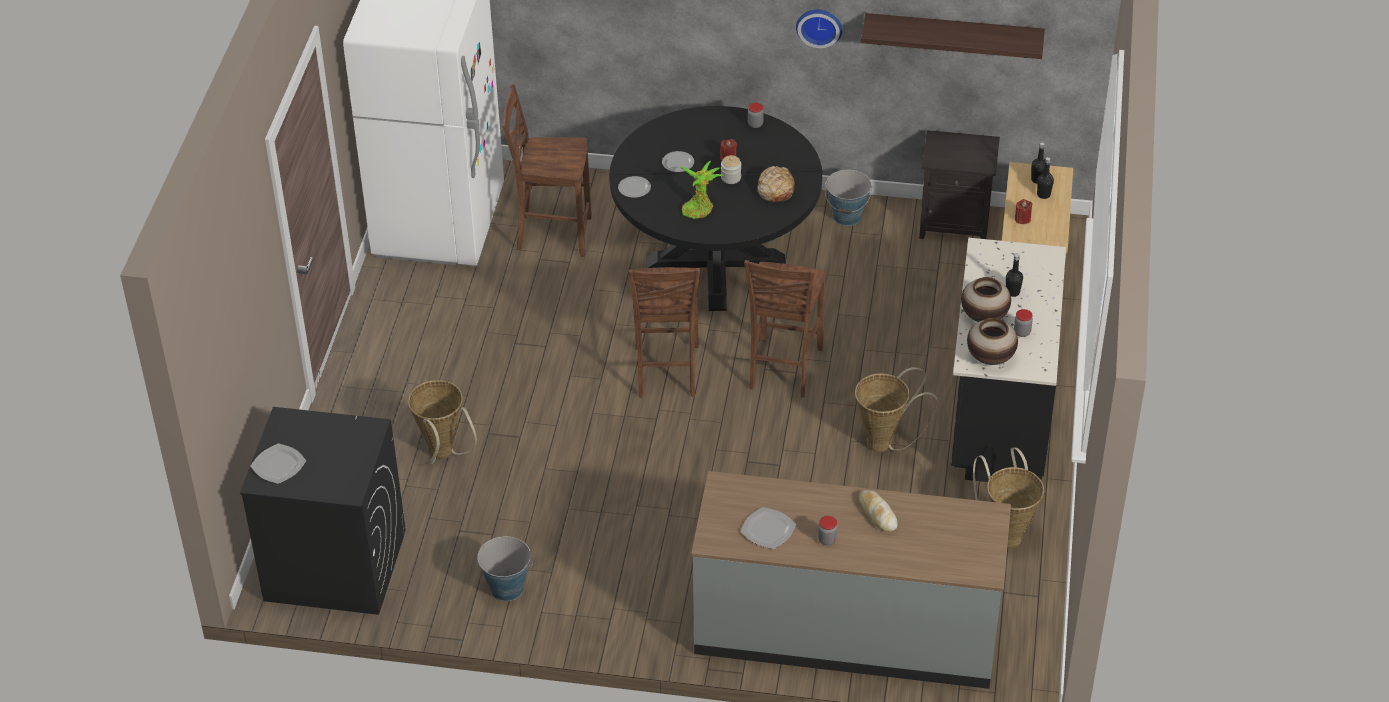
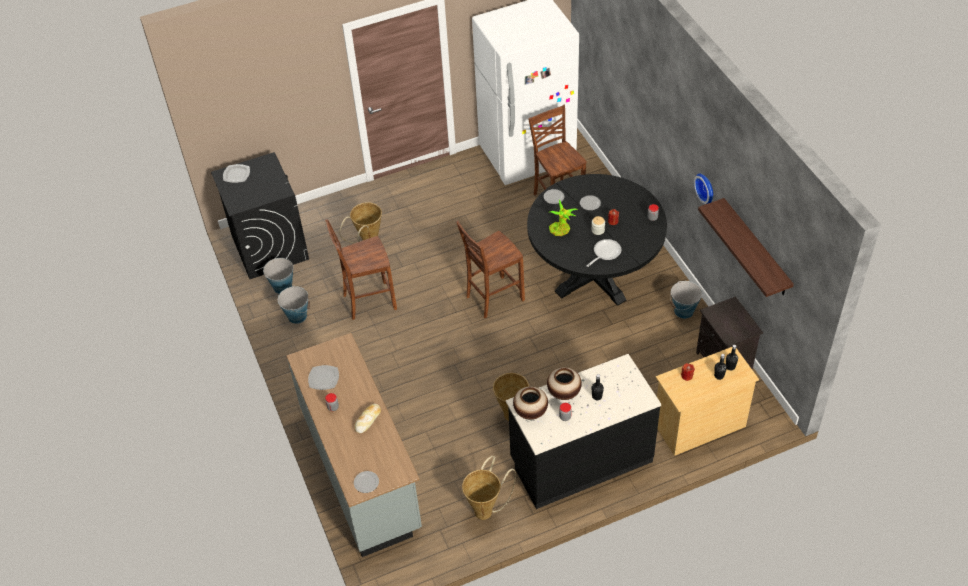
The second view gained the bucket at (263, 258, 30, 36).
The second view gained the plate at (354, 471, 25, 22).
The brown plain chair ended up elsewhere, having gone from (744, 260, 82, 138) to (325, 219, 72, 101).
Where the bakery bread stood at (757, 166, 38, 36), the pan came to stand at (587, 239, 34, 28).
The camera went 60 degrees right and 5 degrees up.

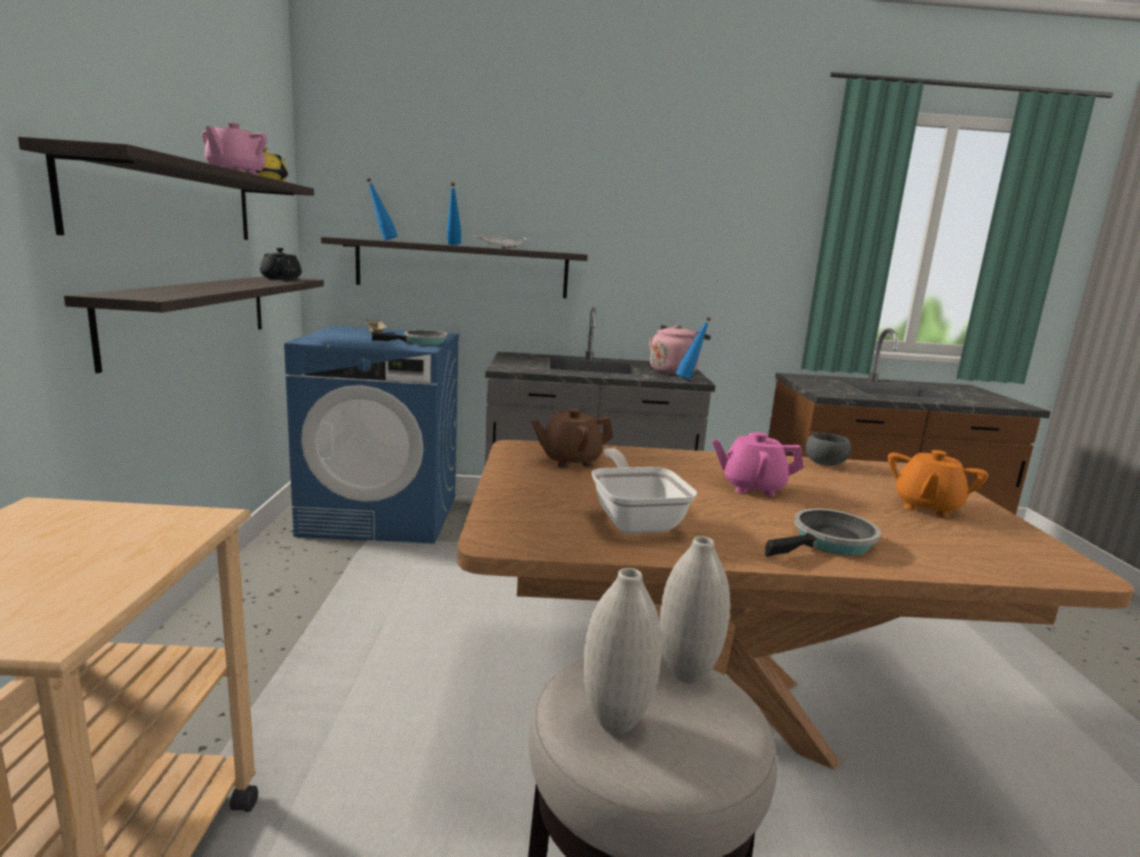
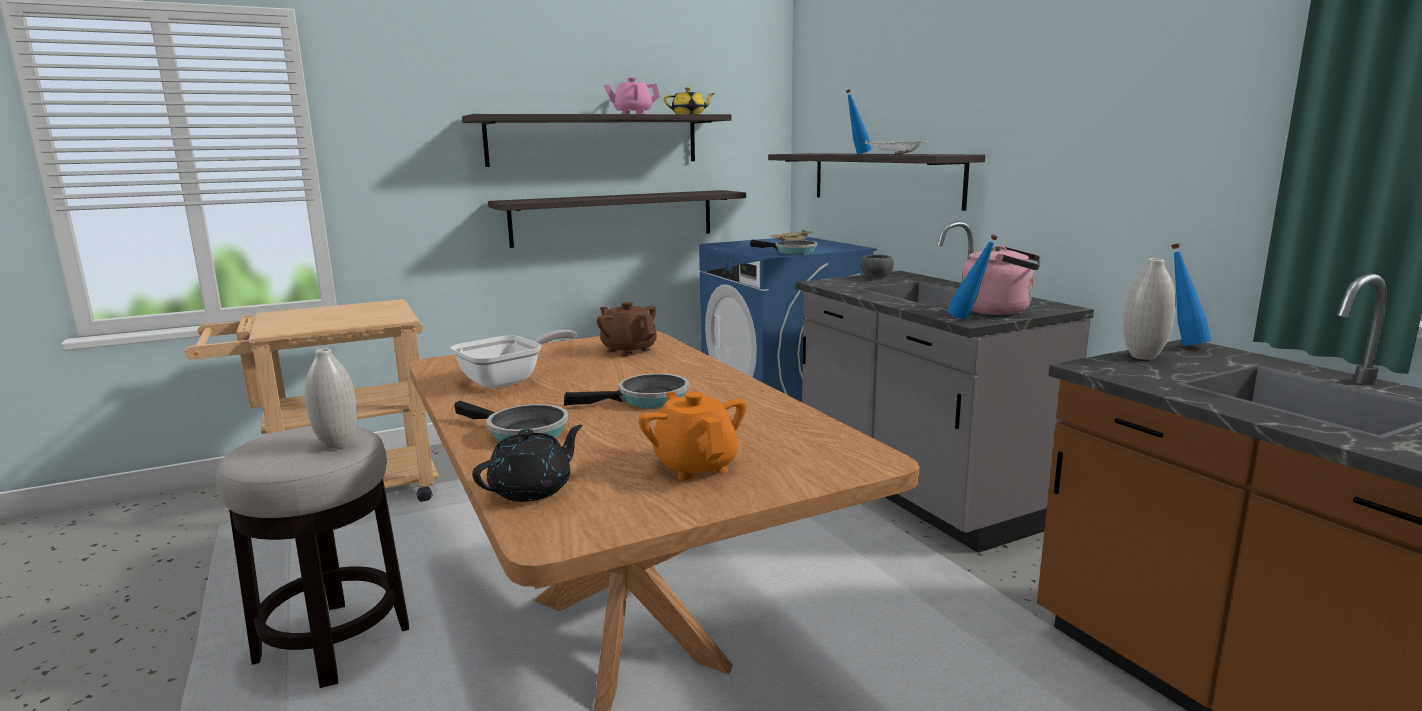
The black-coloured tea pot ended up elsewhere, having gone from (260, 248, 42, 32) to (472, 425, 111, 77).
The blue-coloured bottle ended up elsewhere, having gone from (367, 178, 31, 62) to (1171, 244, 40, 102).
The white-coloured decorative vase ended up elsewhere, having gone from (584, 568, 78, 166) to (1123, 258, 53, 102).
The greyish deep dish ended up elsewhere, having gone from (806, 433, 45, 33) to (860, 255, 34, 23).
Where the pink tea pot stood at (712, 432, 91, 64), the pan came to stand at (564, 373, 125, 35).
The orange tea pot at (888, 450, 100, 68) ended up facing another way, 60 degrees clockwise from before.
The camera went 65 degrees right and 0 degrees up.

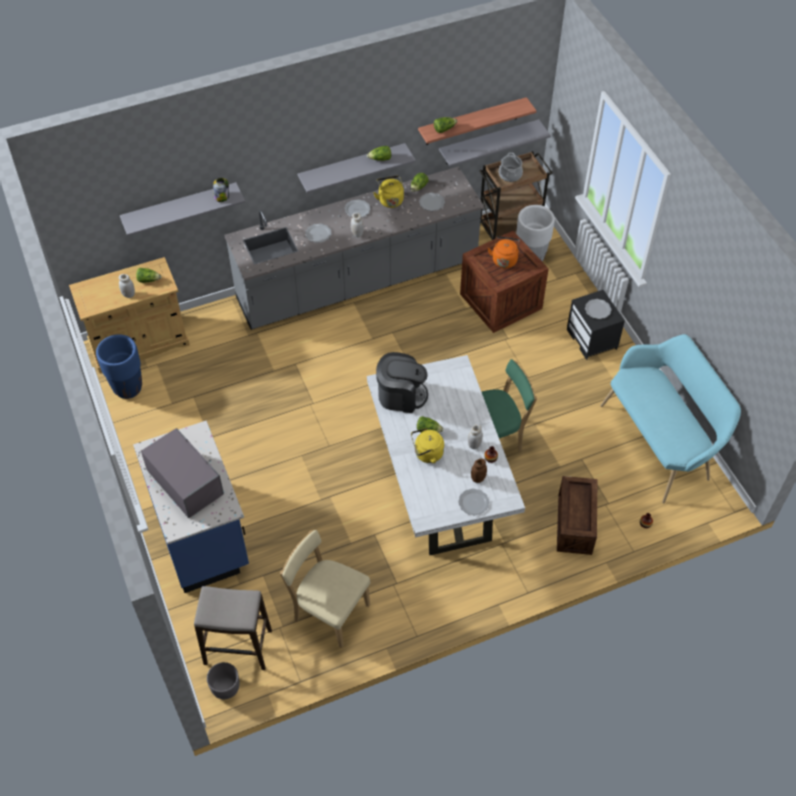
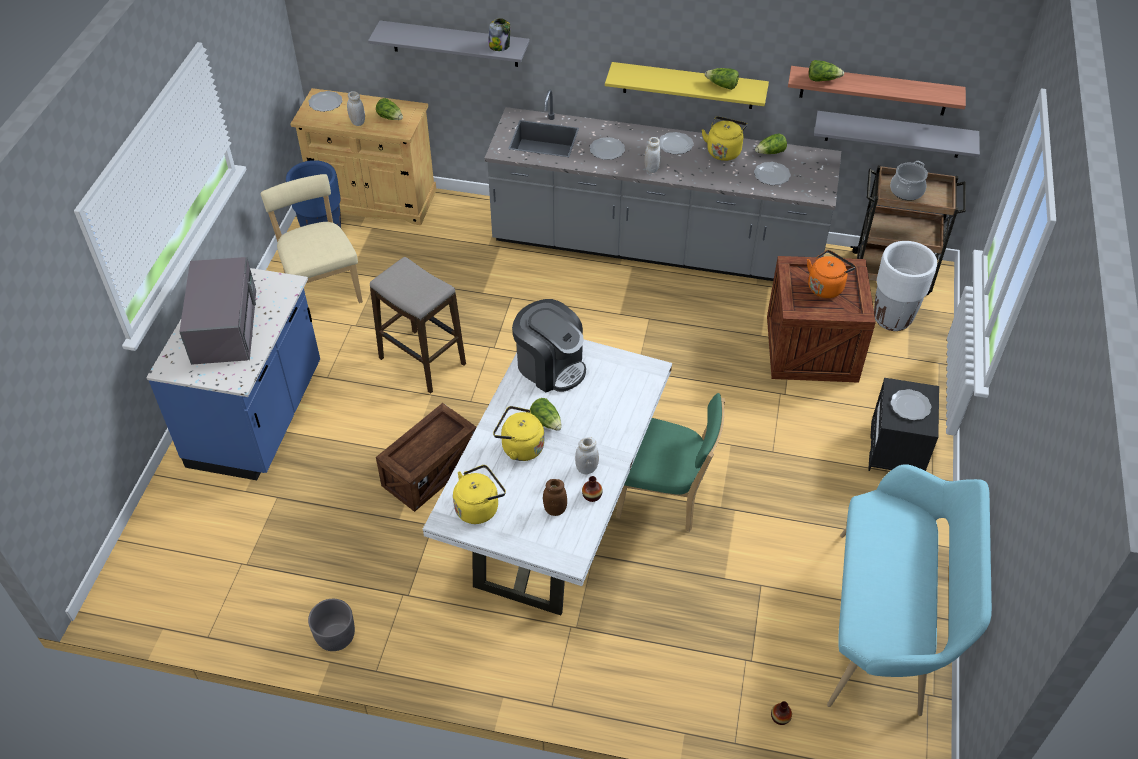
The second view gained the yellow-coloured kettle at (453, 465, 53, 59).
The stool seat ended up elsewhere, having gone from (194, 586, 78, 84) to (370, 257, 96, 137).
The greyish planter ended up elsewhere, having gone from (207, 662, 32, 37) to (308, 599, 47, 52).
The beige plain chair ended up elsewhere, having gone from (280, 530, 91, 118) to (261, 174, 102, 129).
The plate ended up elsewhere, having gone from (458, 489, 31, 26) to (308, 91, 34, 21).
The crate ended up elsewhere, having gone from (557, 476, 41, 79) to (376, 403, 101, 109).
What was the greyish bracket shelf at (298, 143, 118, 50) turned into the yellow-coloured bracket shelf at (605, 62, 164, 47).
The camera went 35 degrees right and 5 degrees down.

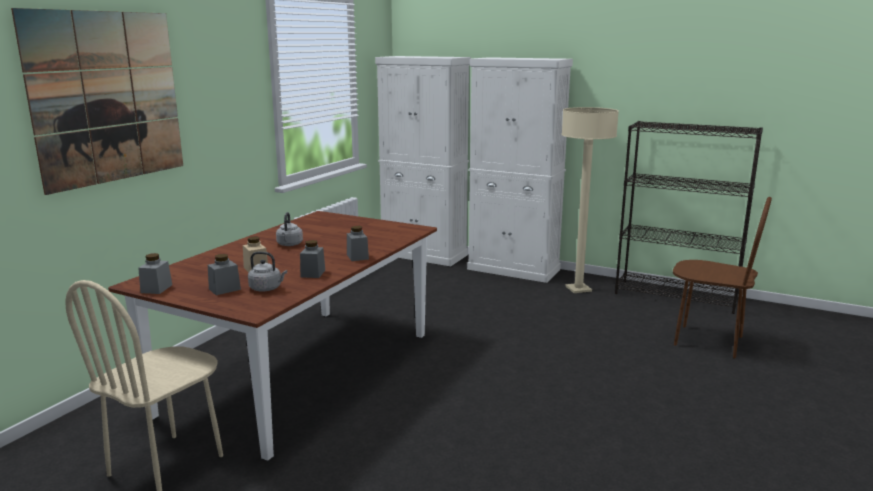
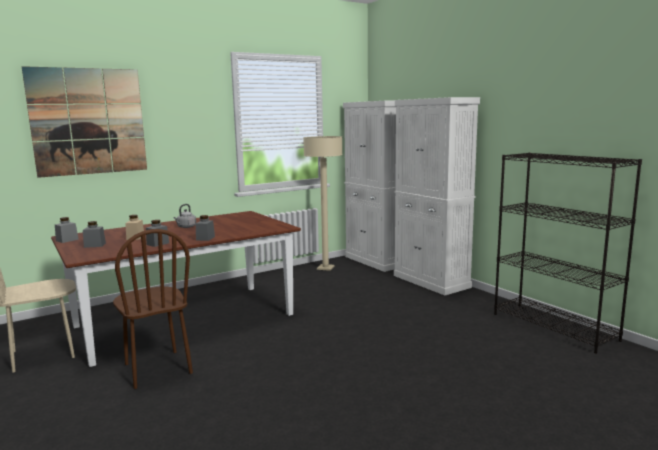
The second view lost the greyish kettle at (248, 252, 39, 39).
The beige floor lamp ended up elsewhere, having gone from (561, 107, 58, 186) to (303, 136, 40, 135).
The brown plain chair ended up elsewhere, having gone from (673, 197, 99, 161) to (113, 229, 80, 160).
The camera went 30 degrees right and 5 degrees down.

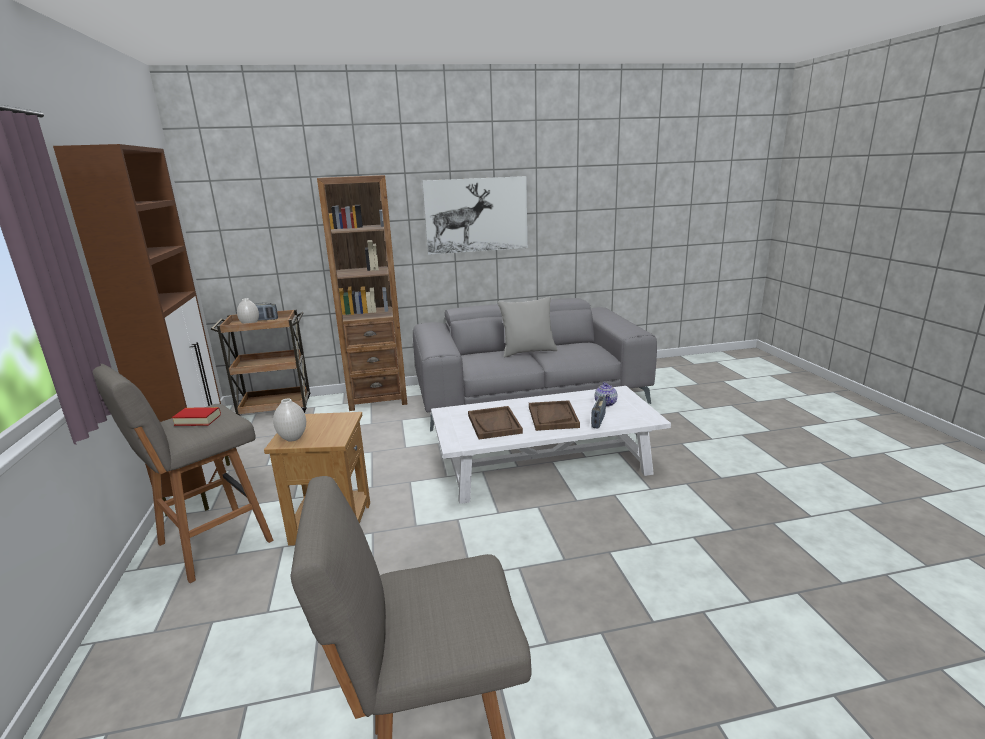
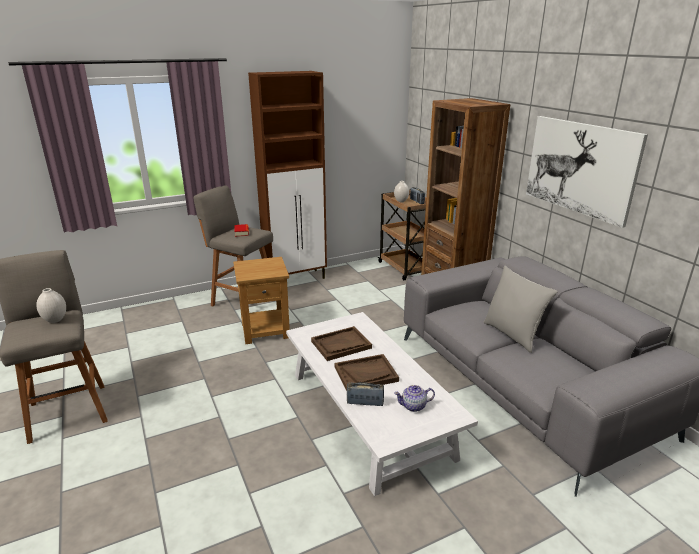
The white-coloured decorative vase ended up elsewhere, having gone from (273, 399, 33, 43) to (36, 288, 30, 35).
The camera went 75 degrees right and 5 degrees up.

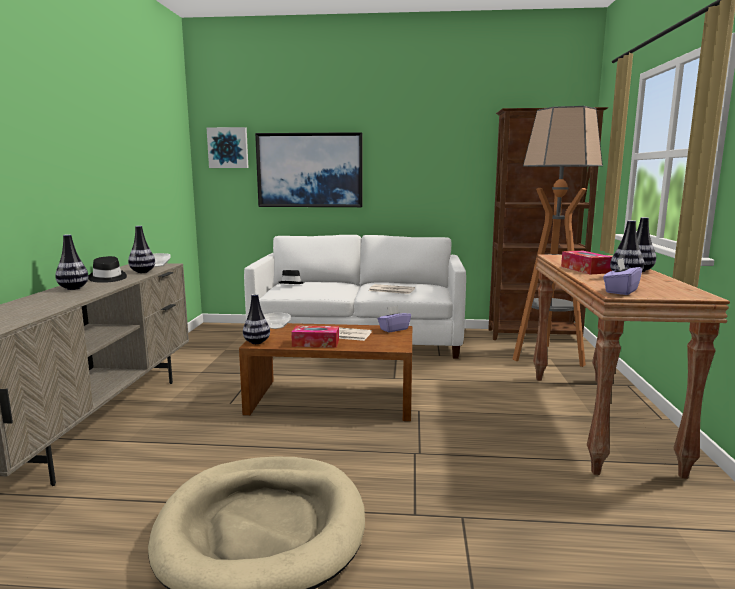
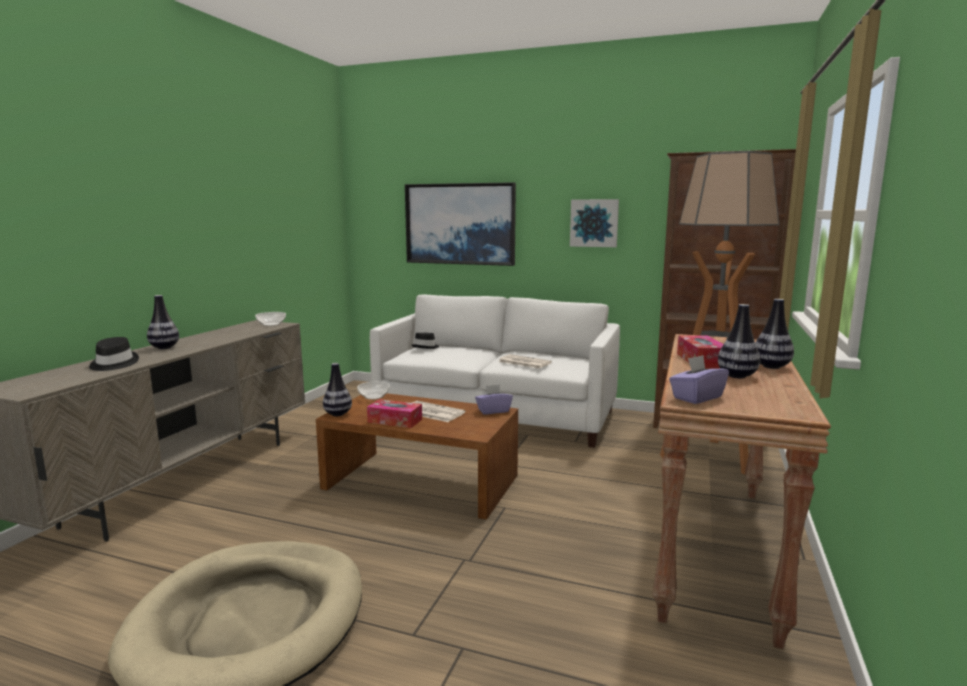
The second view lost the decorative vase at (128, 226, 27, 47).
The black-coloured hat ended up elsewhere, having gone from (88, 256, 39, 27) to (89, 337, 50, 34).
The picture ended up elsewhere, having gone from (207, 127, 41, 41) to (570, 199, 49, 48).
The camera went 15 degrees right and 0 degrees up.

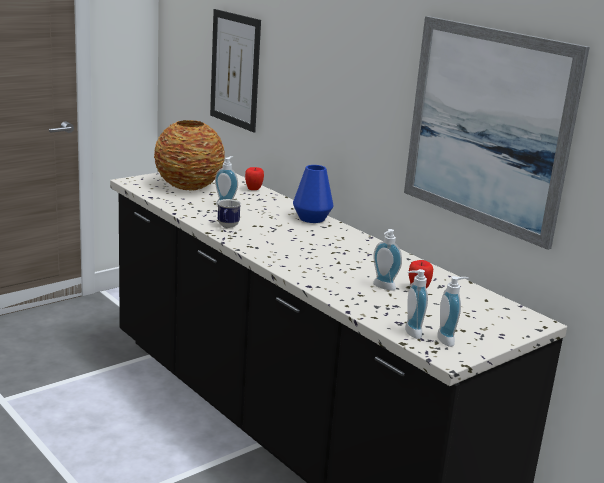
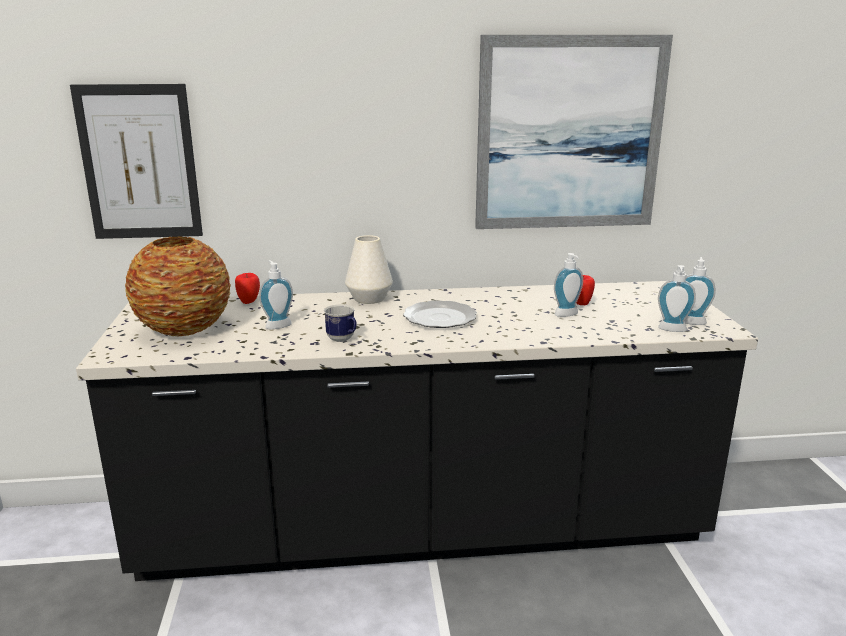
The second view gained the plate at (403, 300, 74, 28).
What was the blue-coloured decorative vase at (293, 165, 40, 58) turned into the white-coloured decorative vase at (345, 235, 48, 69).
The camera went 55 degrees left and 0 degrees up.

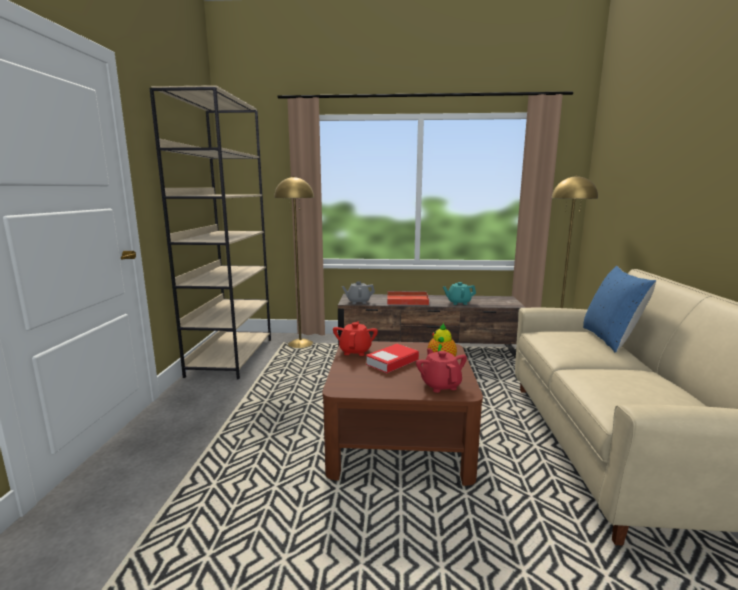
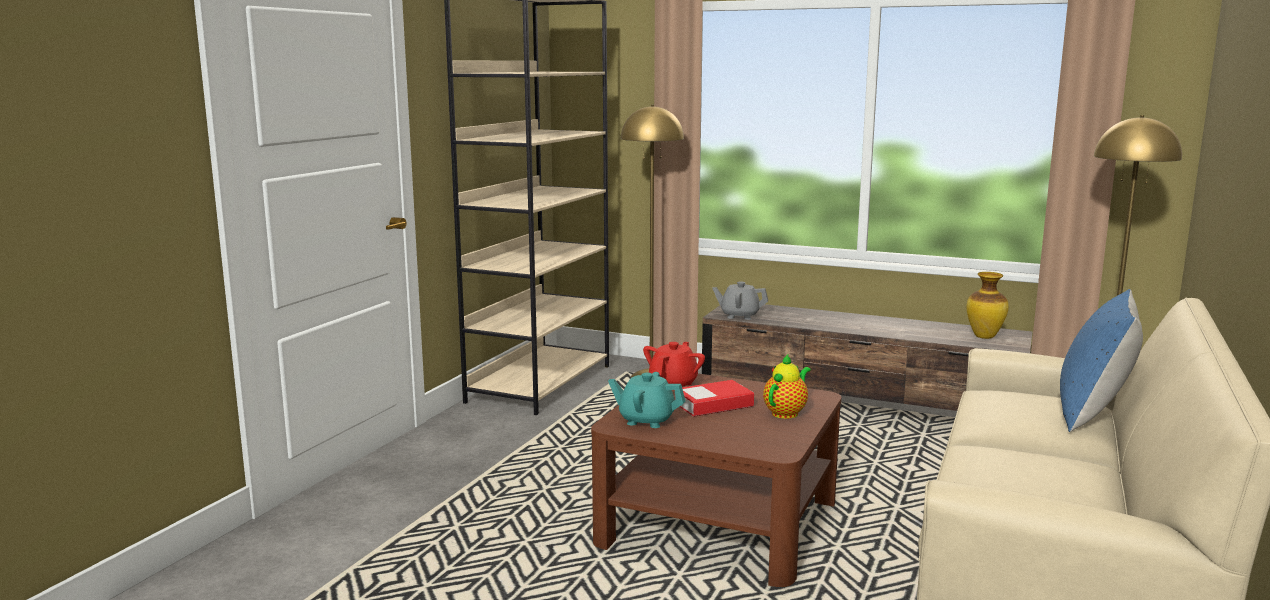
The second view lost the red tray at (387, 291, 42, 14).
The second view lost the red tea pot at (416, 348, 51, 45).
The second view gained the decorative vase at (966, 272, 43, 67).
The turquoise tea pot ended up elsewhere, having gone from (443, 282, 33, 23) to (608, 372, 78, 56).
The camera went 20 degrees right and 0 degrees up.

